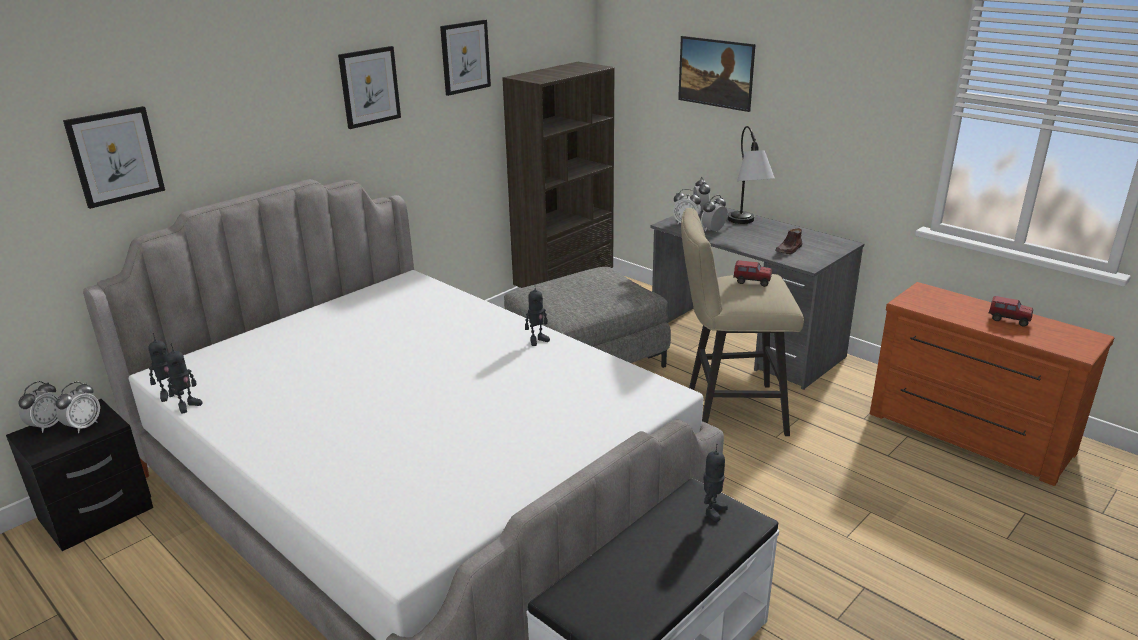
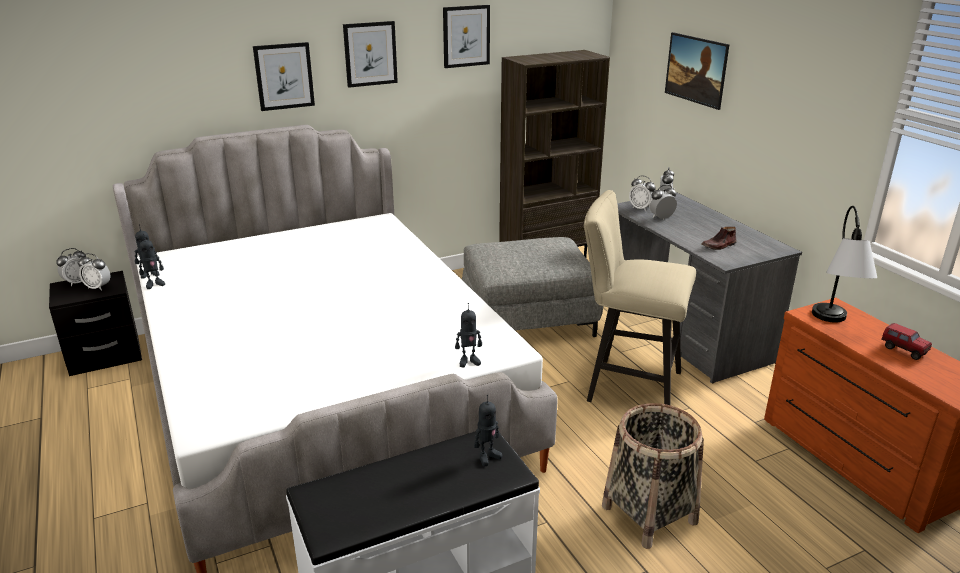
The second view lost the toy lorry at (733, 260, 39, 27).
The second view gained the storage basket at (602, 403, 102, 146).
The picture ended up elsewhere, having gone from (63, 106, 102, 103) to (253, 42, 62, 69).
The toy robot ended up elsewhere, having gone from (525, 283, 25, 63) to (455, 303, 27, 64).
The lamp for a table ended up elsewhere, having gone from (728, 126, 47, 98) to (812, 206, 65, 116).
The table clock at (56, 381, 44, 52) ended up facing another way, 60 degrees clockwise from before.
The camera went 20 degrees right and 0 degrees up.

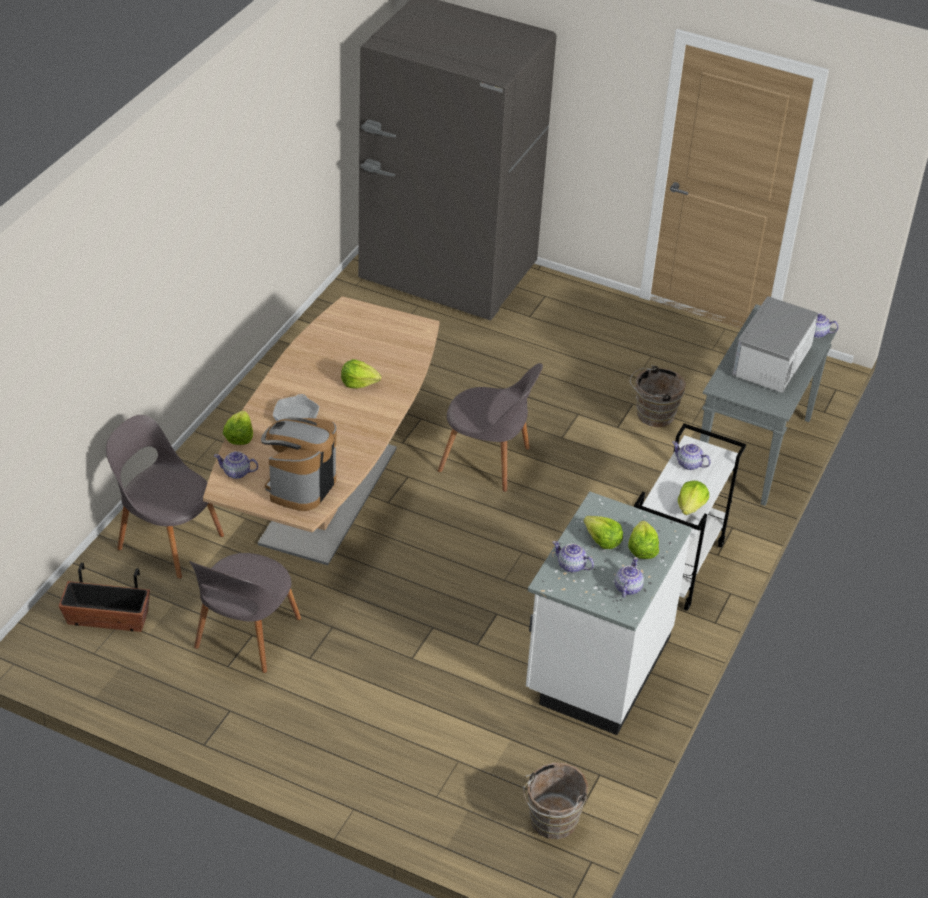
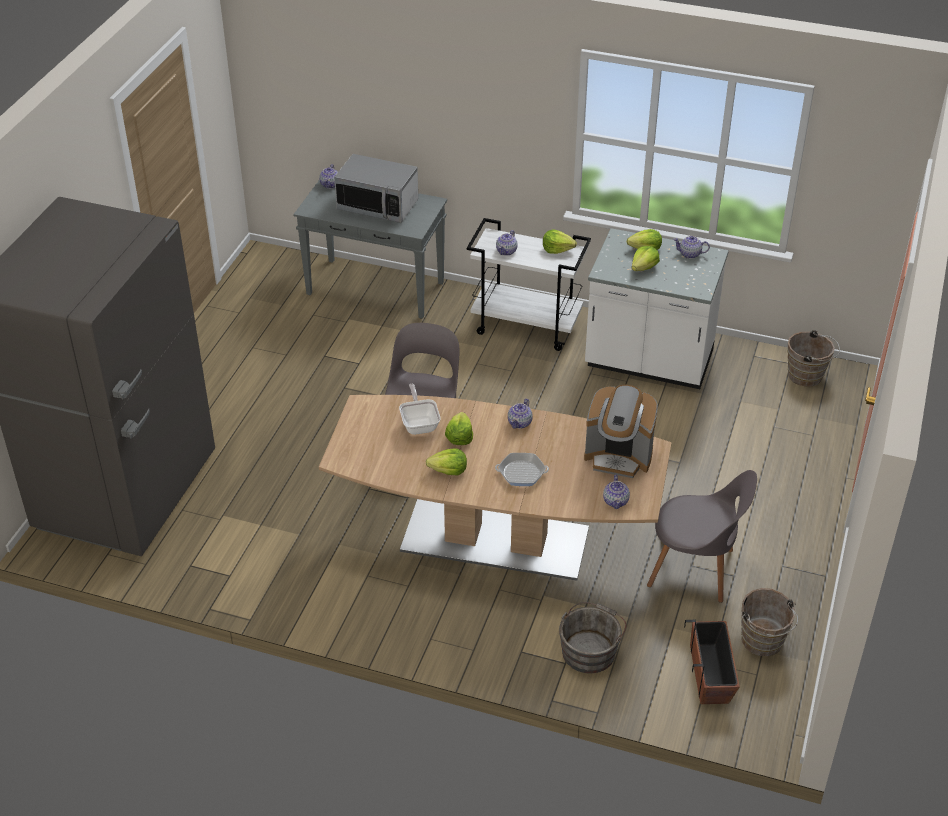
The second view gained the pan at (399, 384, 42, 51).
The lettuce head ended up elsewhere, having gone from (223, 410, 30, 35) to (426, 448, 41, 27).
The tea pot ended up elsewhere, having gone from (553, 541, 41, 32) to (508, 399, 25, 30).
The brown bucket ended up elsewhere, having gone from (630, 365, 56, 62) to (741, 588, 57, 68).
Where the greyish plain chair stood at (106, 415, 118, 164), the greyish bucket came to stand at (559, 602, 67, 71).
The camera went 95 degrees left and 0 degrees up.

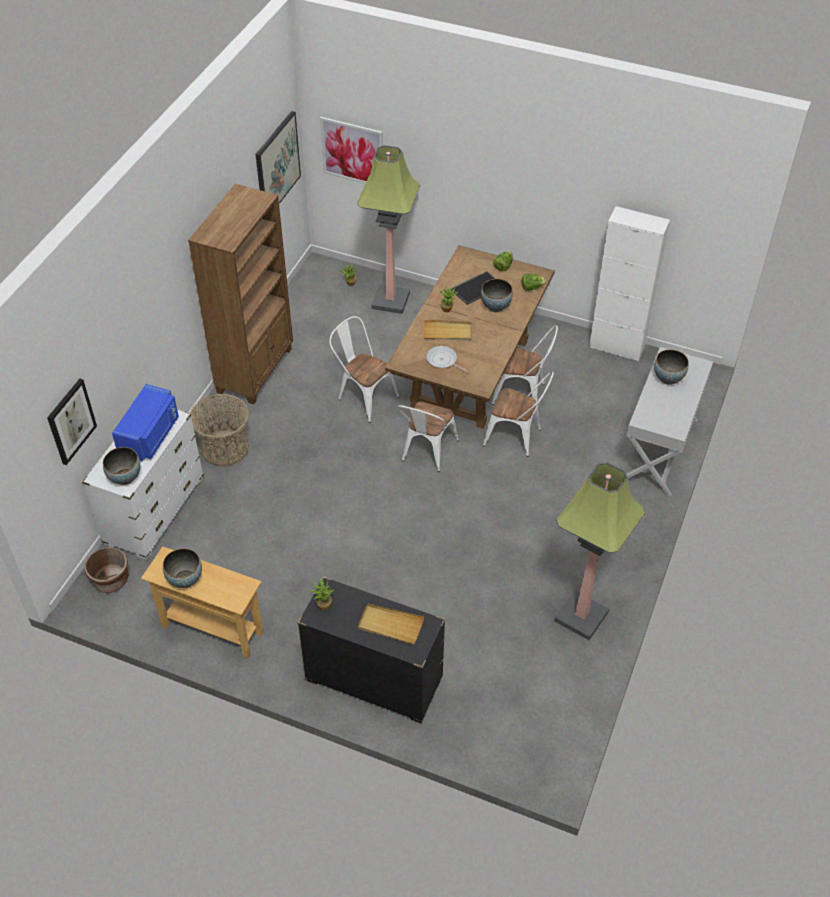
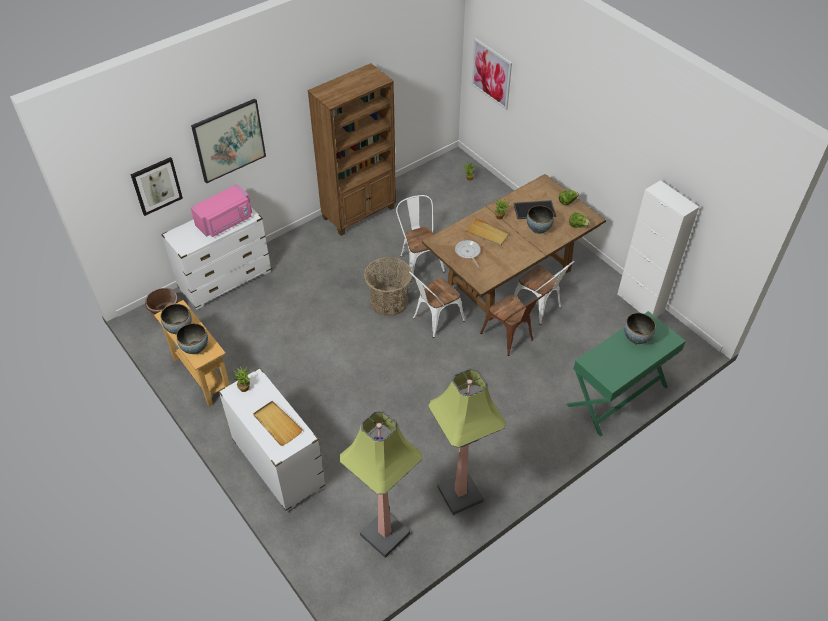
The deep dish ended up elsewhere, having gone from (103, 447, 37, 38) to (176, 323, 32, 31).
The storage basket ended up elsewhere, having gone from (190, 394, 59, 72) to (364, 257, 48, 59).
The picture ended up elsewhere, having gone from (255, 111, 46, 93) to (191, 99, 75, 85).
The floor lamp ended up elsewhere, having gone from (357, 145, 63, 169) to (339, 411, 83, 147).
What was the blue-coloured kitchen microwave at (112, 384, 67, 78) turned into the pink kitchen microwave at (191, 184, 61, 53).
What was the black-coloured dresser at (297, 576, 148, 147) turned into the white-coloured dresser at (218, 368, 108, 144).
What was the white-coloured plain chair at (483, 371, 71, 86) turned into the brown plain chair at (480, 294, 65, 62).
What was the white-coloured console table at (627, 347, 86, 149) turned into the green-coloured console table at (566, 311, 120, 126).
The camera went 30 degrees right and 0 degrees up.

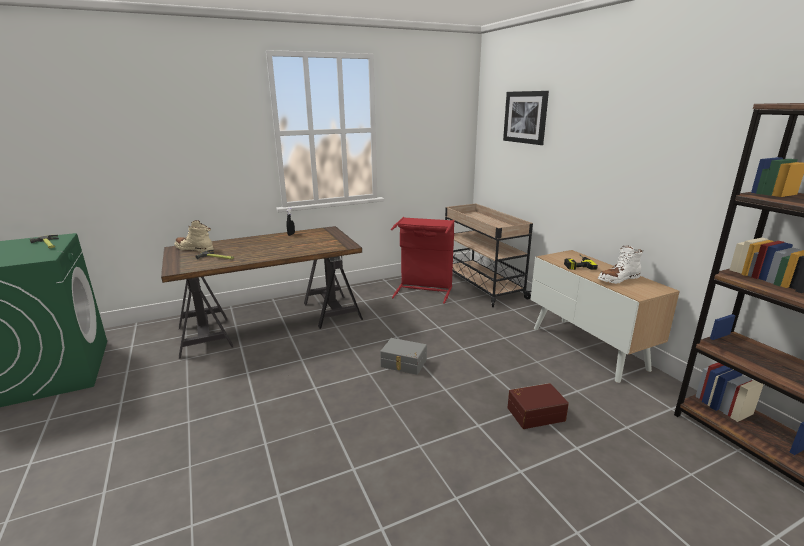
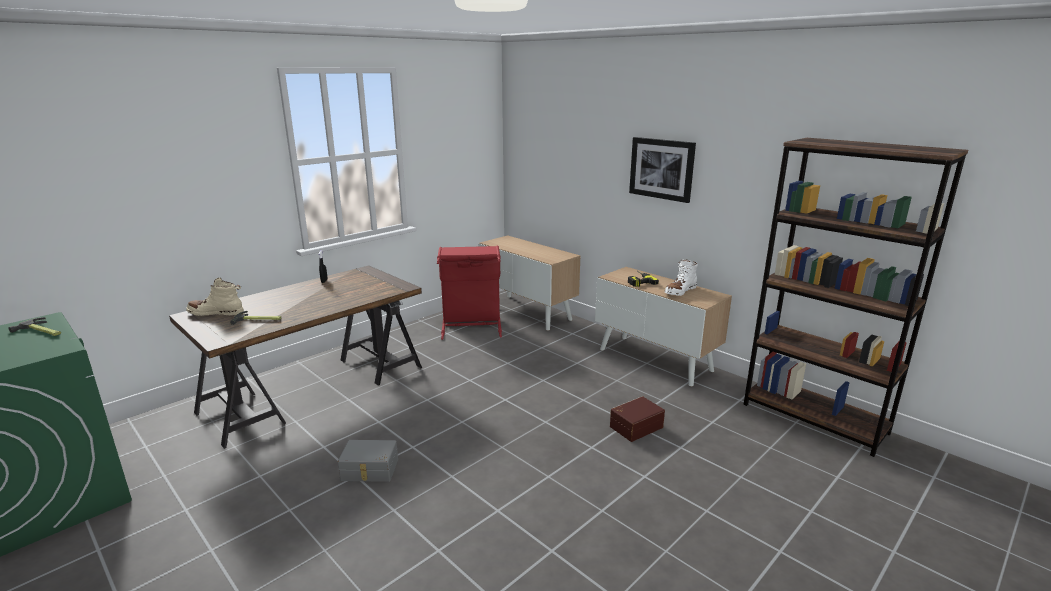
The greyish storage container ended up elsewhere, having gone from (380, 338, 47, 37) to (338, 440, 60, 42).
The picture ended up elsewhere, having gone from (503, 91, 46, 54) to (629, 137, 67, 66).
Where the beige trolley stood at (445, 203, 88, 104), the cupboard came to stand at (478, 235, 102, 95).
The camera went 20 degrees left and 0 degrees up.

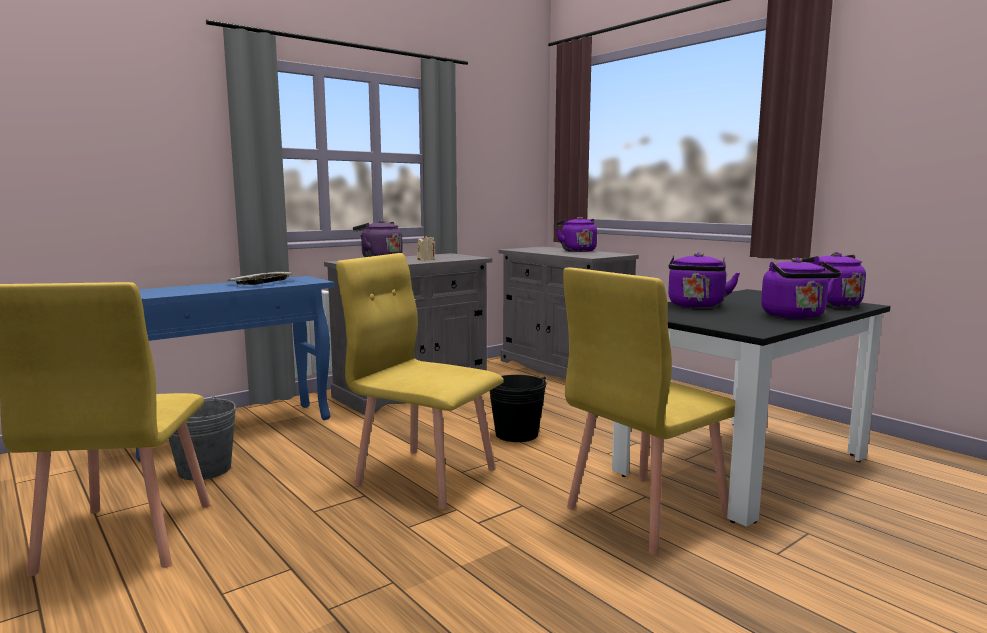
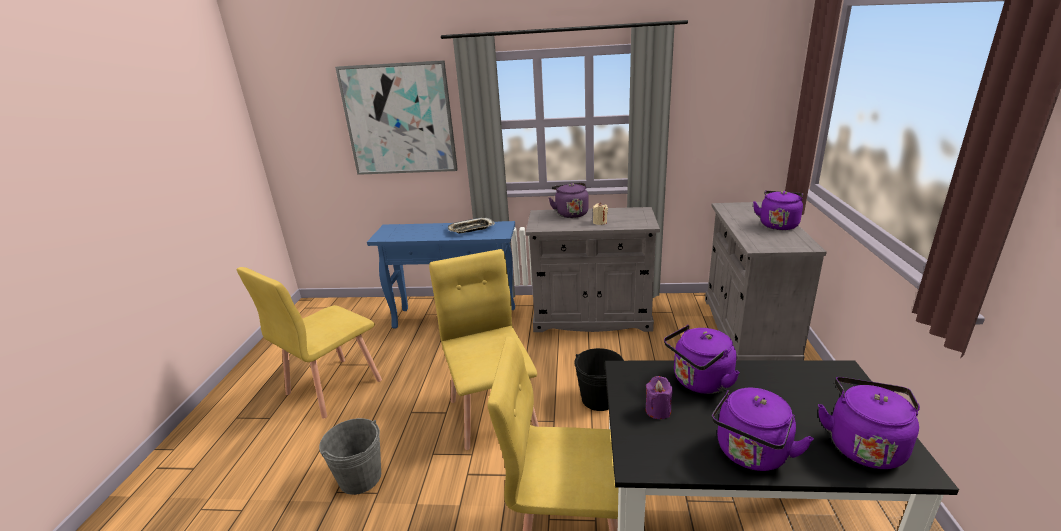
The second view gained the picture at (335, 60, 123, 115).
The second view gained the purplish wax light at (645, 376, 28, 43).
The greyish bucket ended up elsewhere, having gone from (169, 397, 67, 83) to (319, 418, 62, 77).
The camera went 45 degrees right and 15 degrees up.

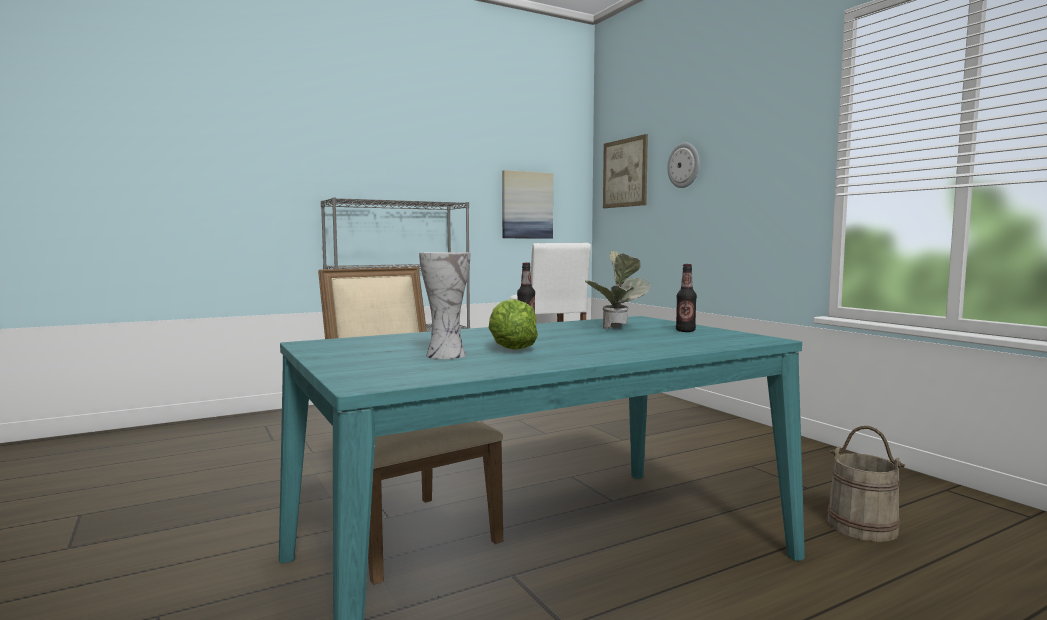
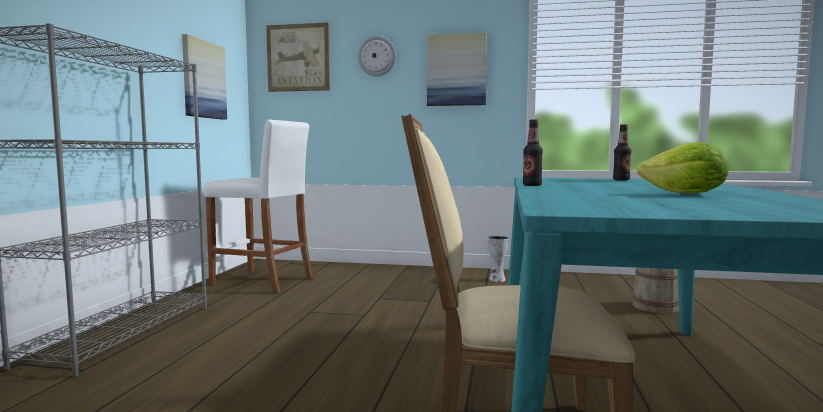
The second view lost the potted plant at (585, 251, 65, 78).
The second view gained the picture at (427, 33, 60, 73).
The decorative vase ended up elsewhere, having gone from (419, 252, 51, 107) to (487, 236, 22, 46).
The camera went 50 degrees left and 0 degrees up.

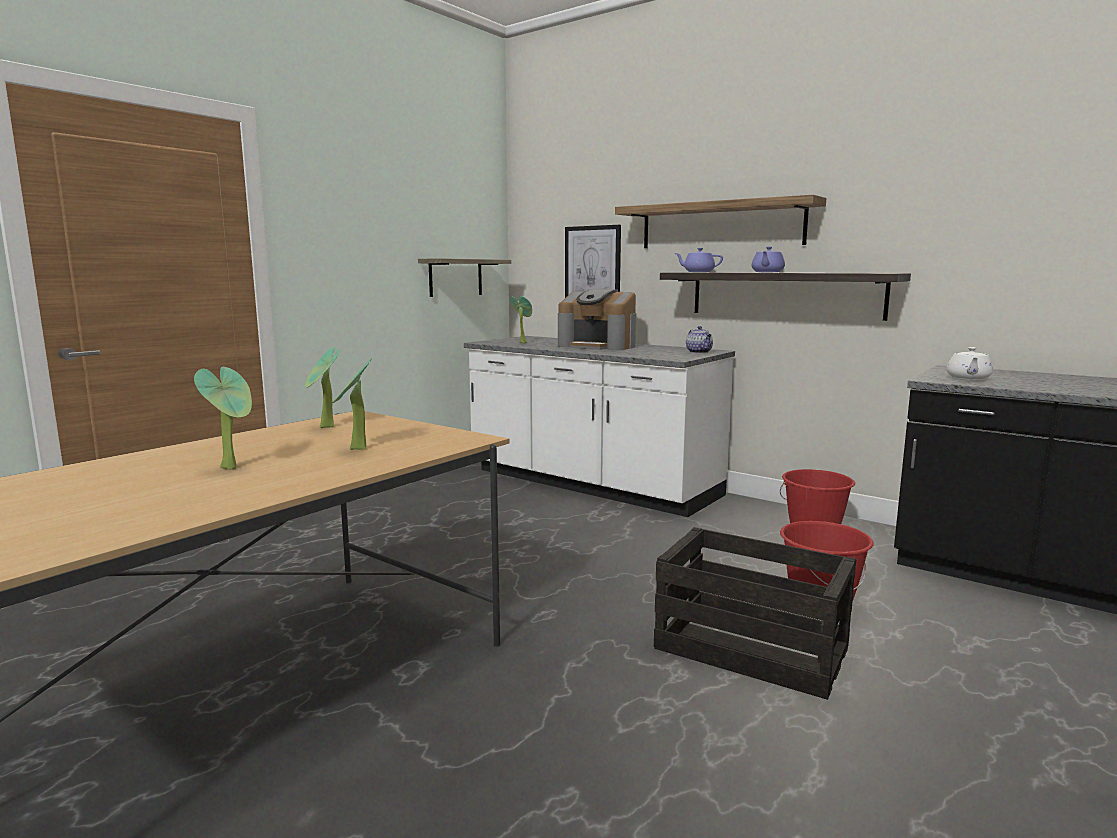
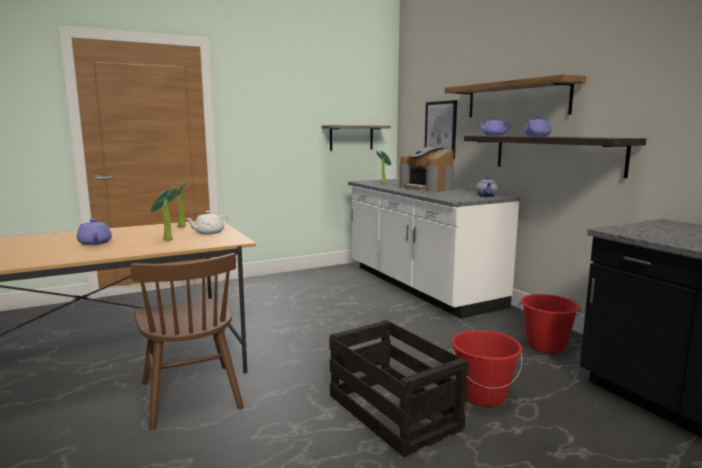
The second view gained the brown plain chair at (131, 253, 113, 177).
The white-coloured tea pot ended up elsewhere, having gone from (947, 347, 46, 33) to (185, 211, 44, 24).
Where the potted plant stood at (194, 367, 58, 103), the purplish tea pot came to stand at (77, 219, 35, 26).
The camera went 25 degrees right and 0 degrees up.

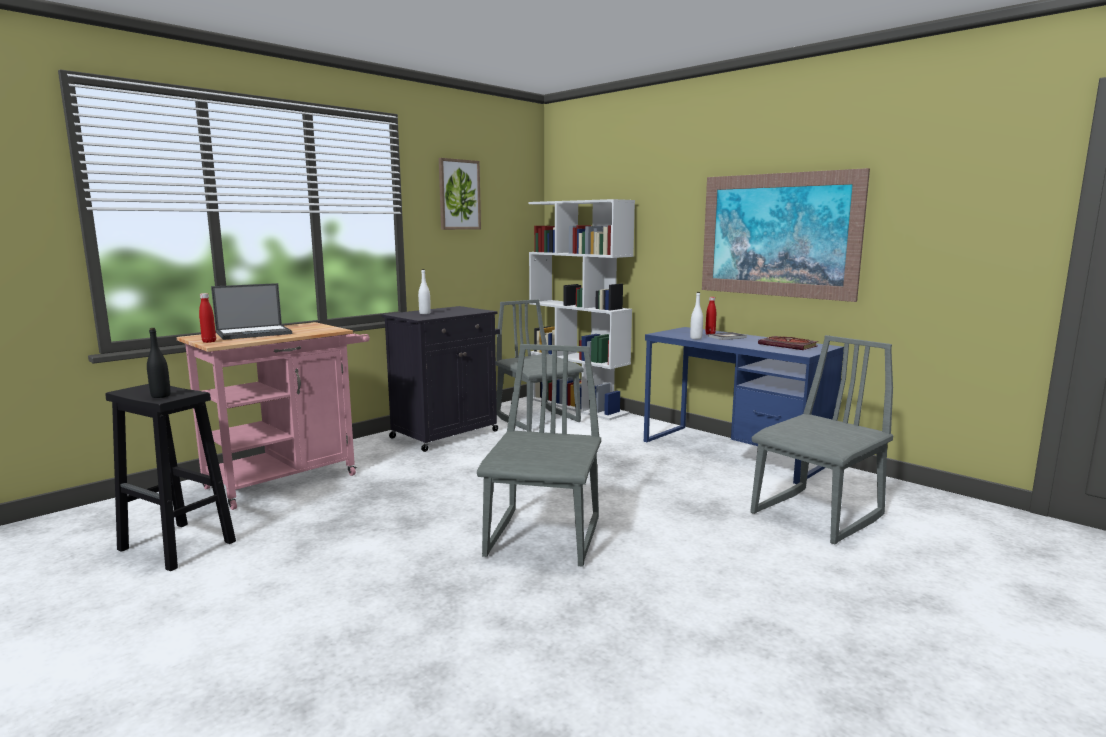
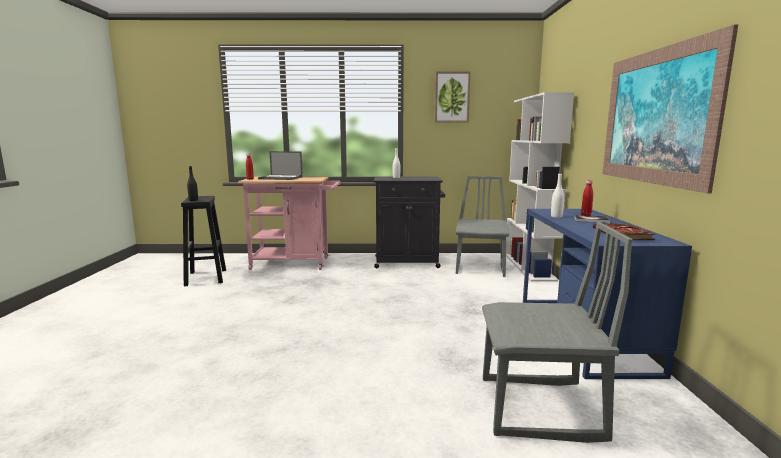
The second view lost the greyish plain chair at (477, 344, 124, 223).
The camera went 45 degrees right and 0 degrees up.

